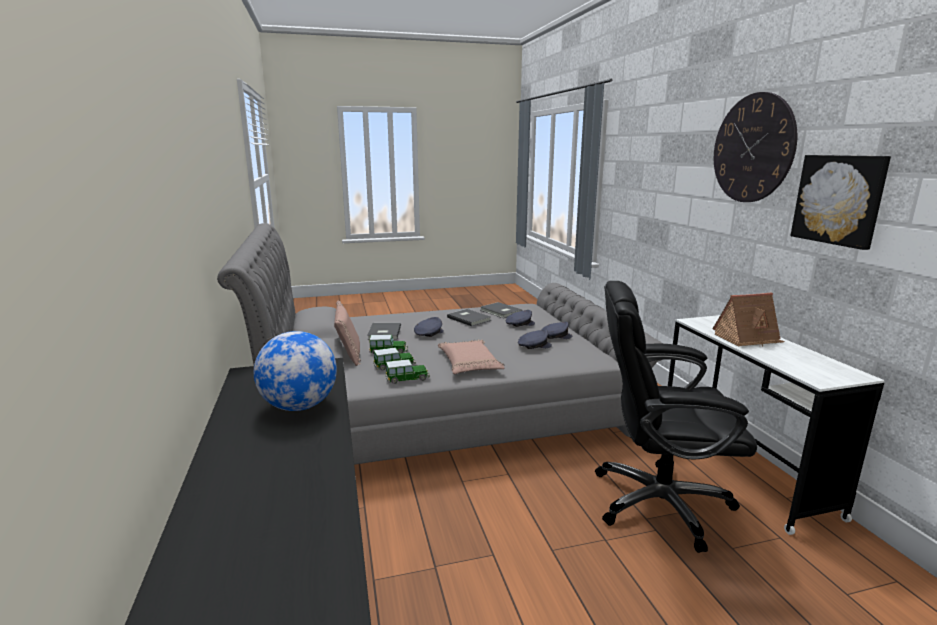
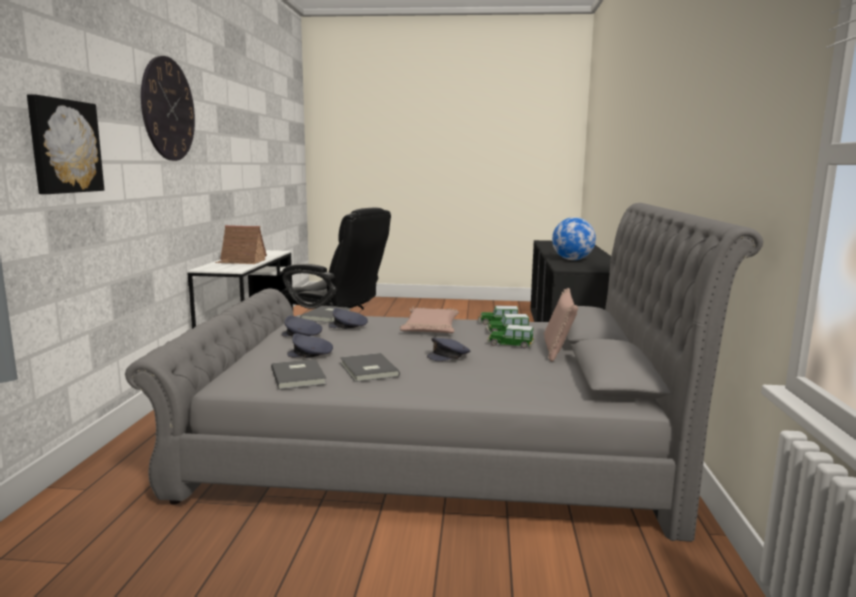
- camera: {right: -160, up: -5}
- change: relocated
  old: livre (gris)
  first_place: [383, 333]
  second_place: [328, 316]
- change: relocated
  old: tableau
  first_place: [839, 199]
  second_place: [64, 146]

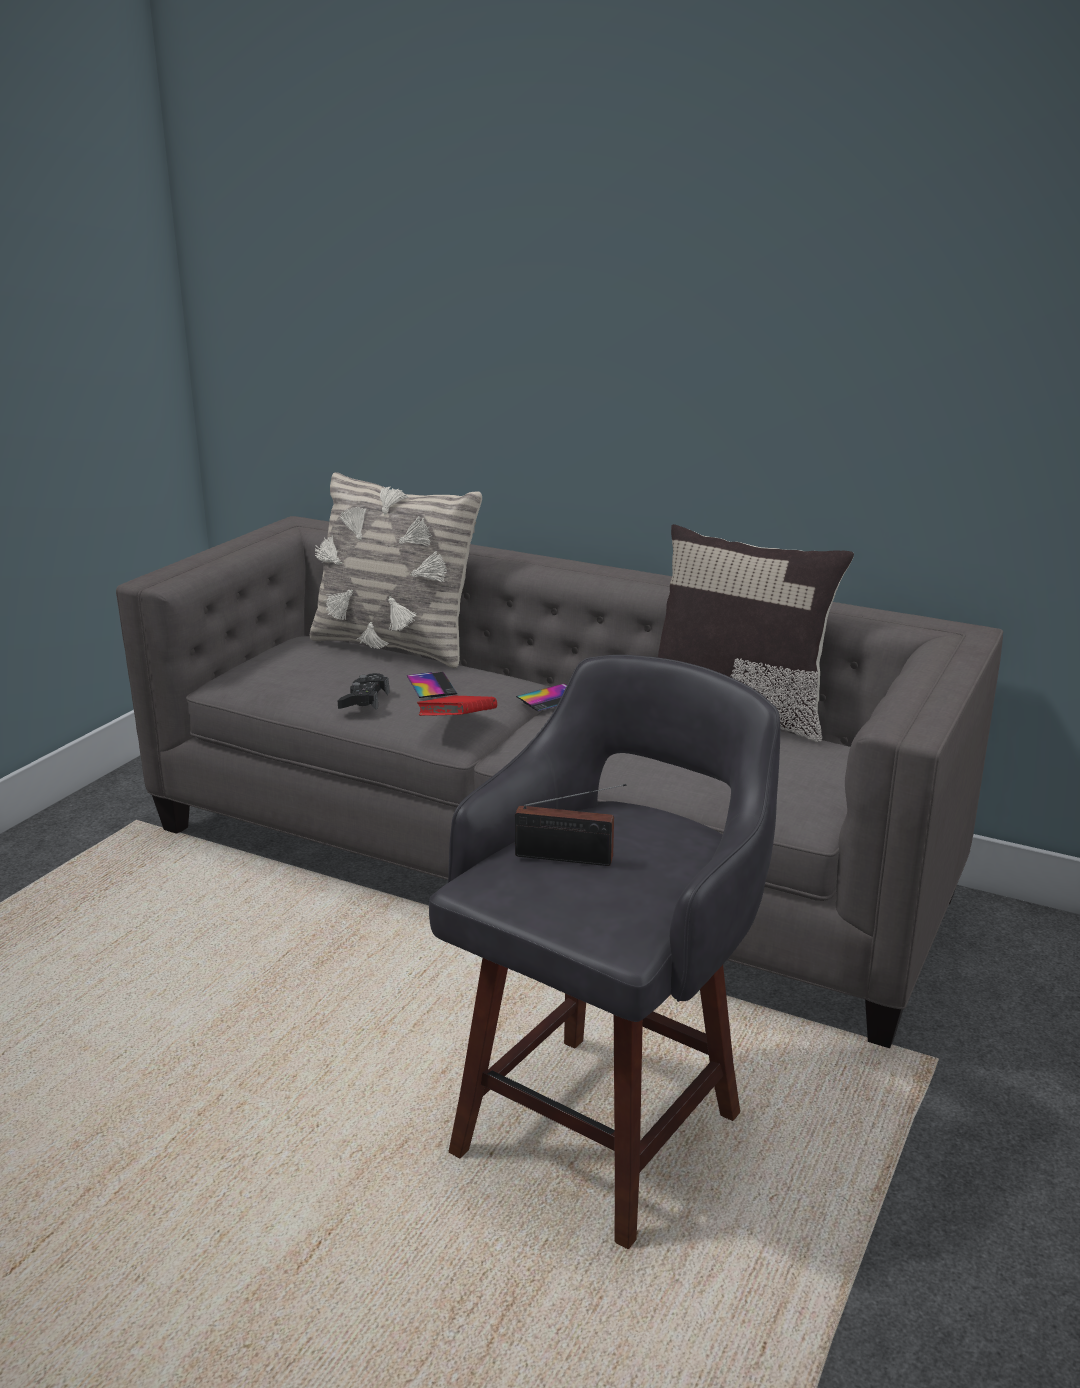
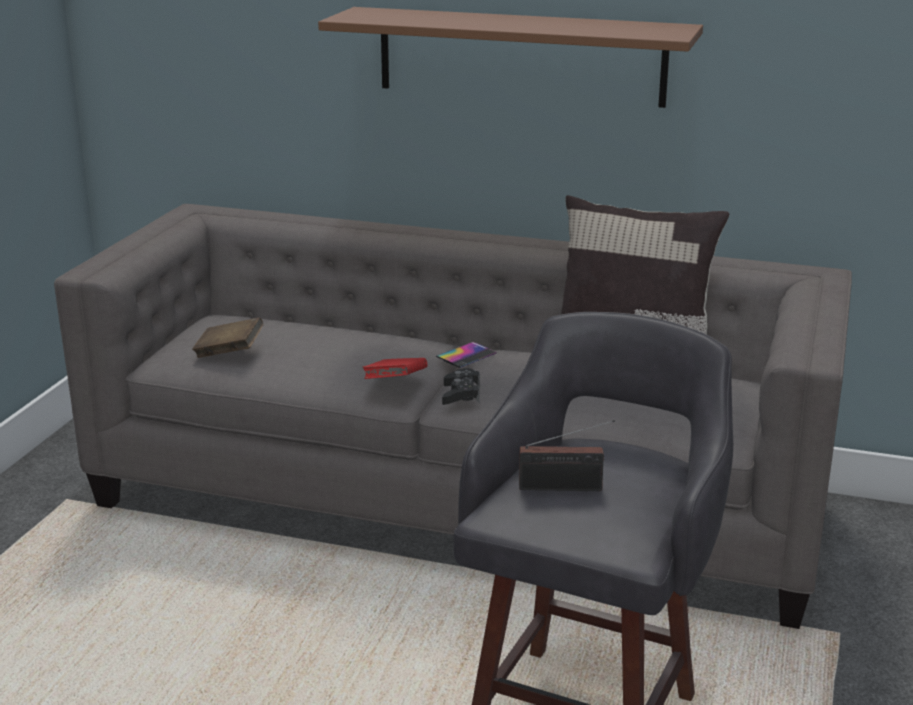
- camera: {right: -10, up: 0}
- change: missing
  old: coussin (beige)
  first_place: [394, 647]
- change: missing
  old: téléphone
  first_place: [431, 685]
- change: appeared
  new: livre (marron)
  second_place: [229, 353]
- change: appeared
  new: étagère (marron)
  second_place: [520, 56]
- change: relocated
  old: manette (noir)
  first_place: [364, 700]
  second_place: [461, 394]

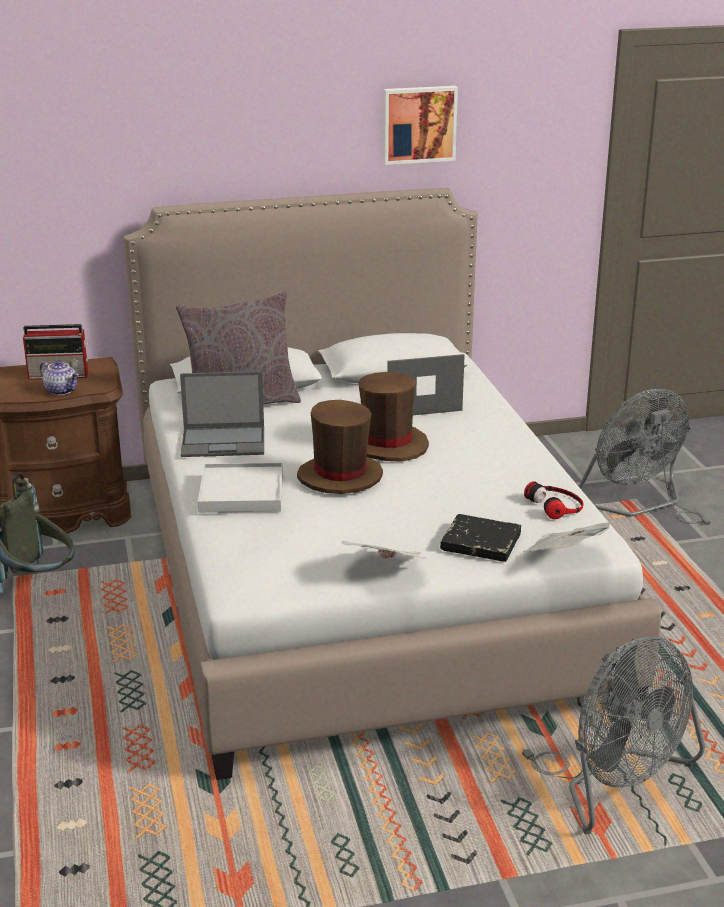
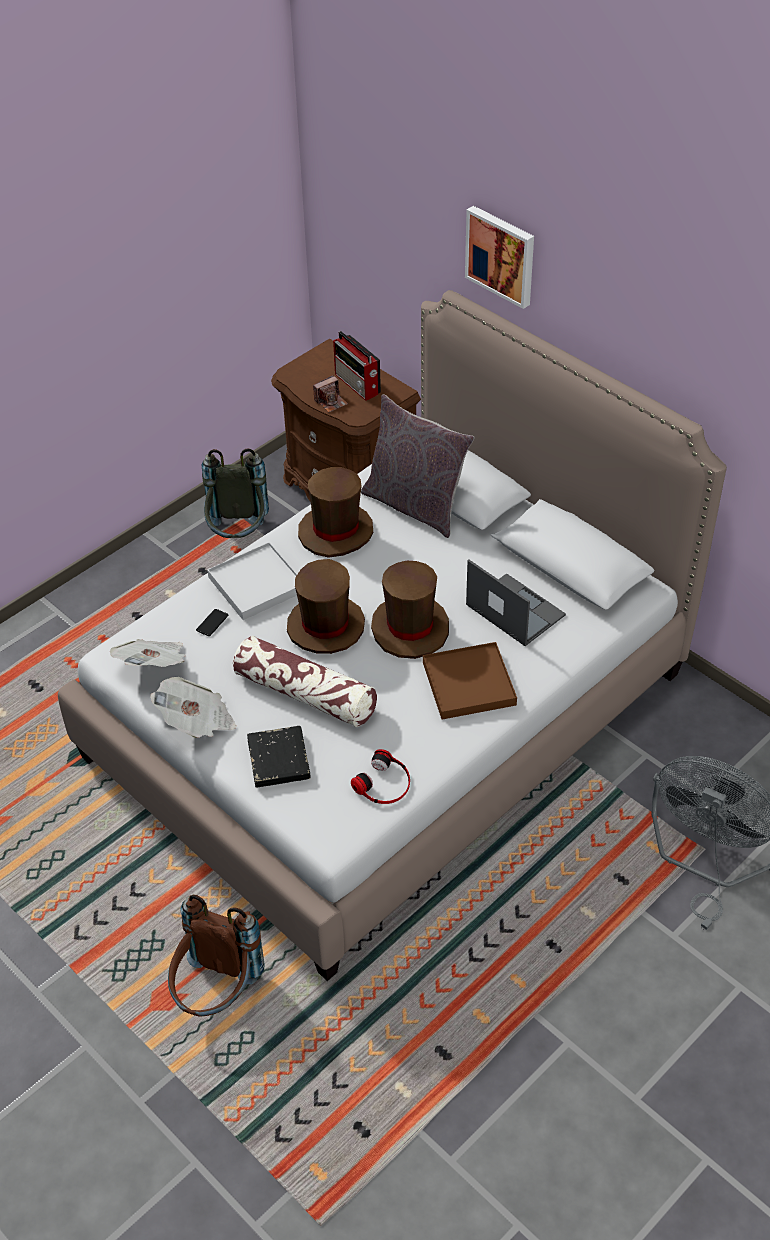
- camera: {right: 60, up: 20}
- change: appeared
  new: téléphone
  second_place: [212, 623]
- change: appeared
  new: coussin
  second_place: [305, 694]
- change: appeared
  new: plateau (marron)
  second_place: [468, 684]
- change: relocated
  old: tableau
  first_place: [418, 124]
  second_place: [501, 255]
- change: relocated
  old: journal
  first_place: [565, 557]
  second_place: [154, 666]
- change: exchanged
  old: théière
  new: appareil photo
  first_place: [62, 390]
  second_place: [331, 402]
- change: exchanged
  old: ordinateur portable
  new: chapeau (marron)
  first_place: [224, 442]
  second_place: [336, 532]
- change: exchanged
  old: ventilateur (gris)
  new: sac à dos (marron)
  first_place: [611, 784]
  second_place: [216, 994]

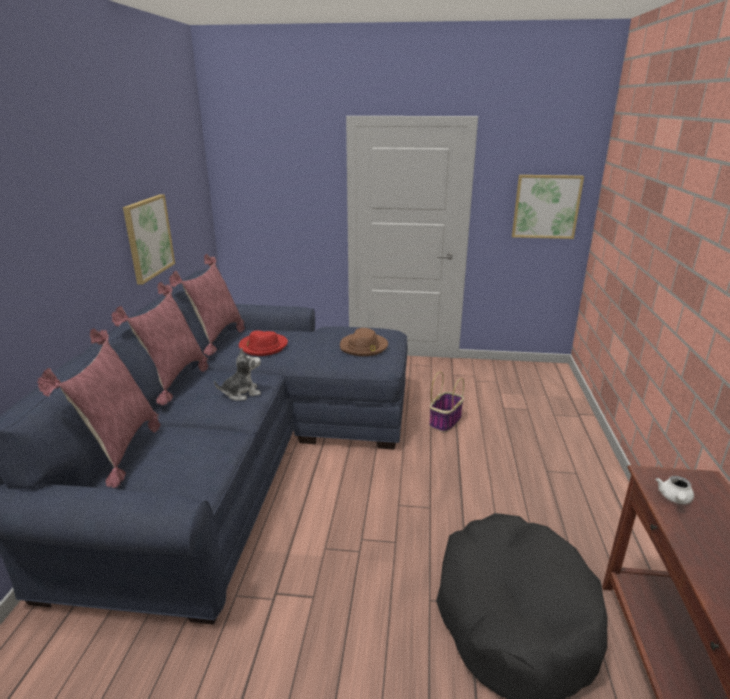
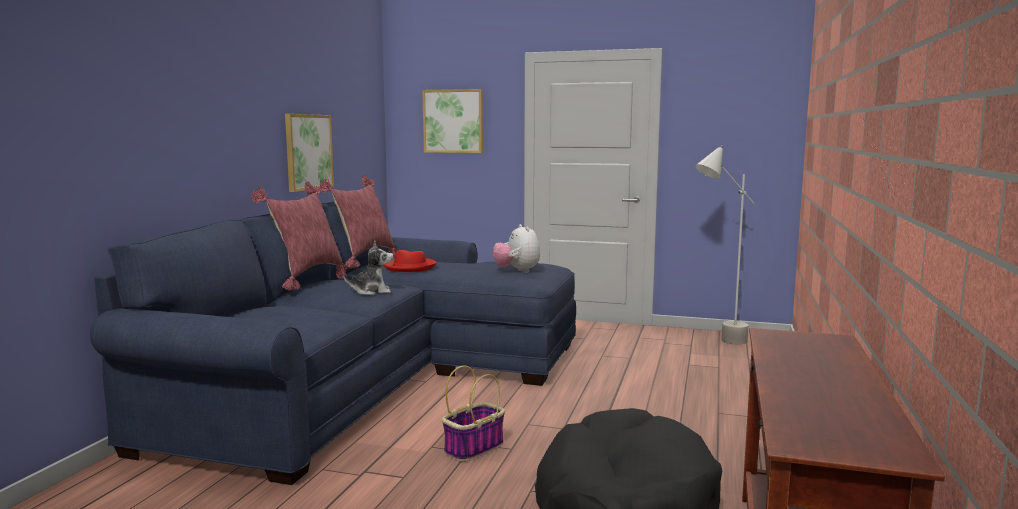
- camera: {right: 10, up: -15}
- change: missing
  old: coussin (rouge)
  first_place: [119, 456]
- change: missing
  old: théière (blanc)
  first_place: [674, 499]
- change: appeared
  new: lampadaire (gris)
  second_place: [718, 343]
- change: relocated
  old: panier
  first_place: [445, 421]
  second_place: [474, 448]
- change: relocated
  old: tableau
  first_place: [546, 206]
  second_place: [453, 121]
- change: exchanged
  old: chapeau (marron)
  new: peluche
  first_place: [364, 347]
  second_place: [517, 271]

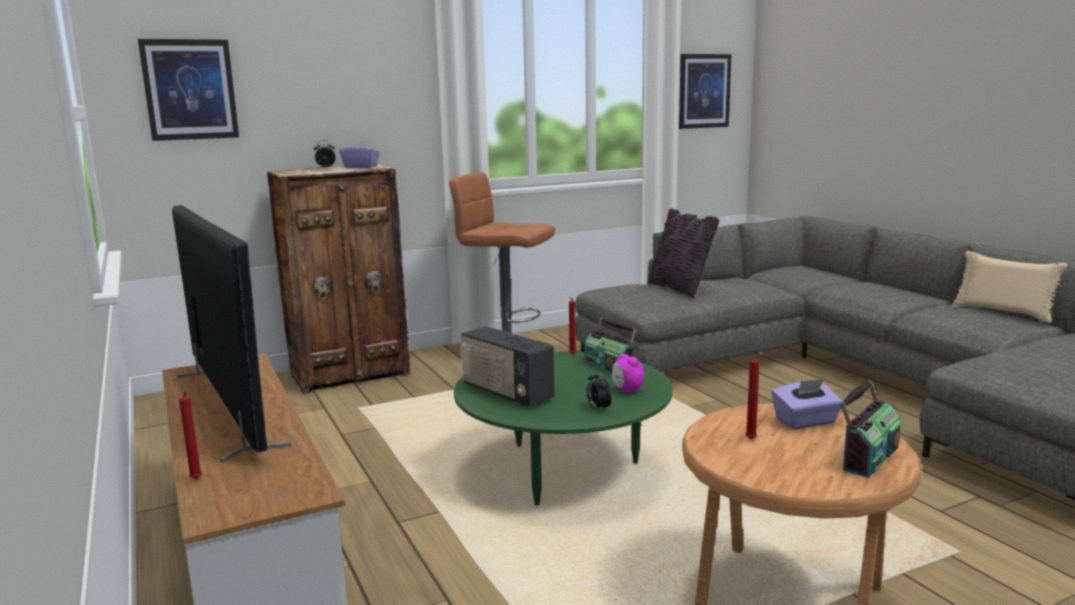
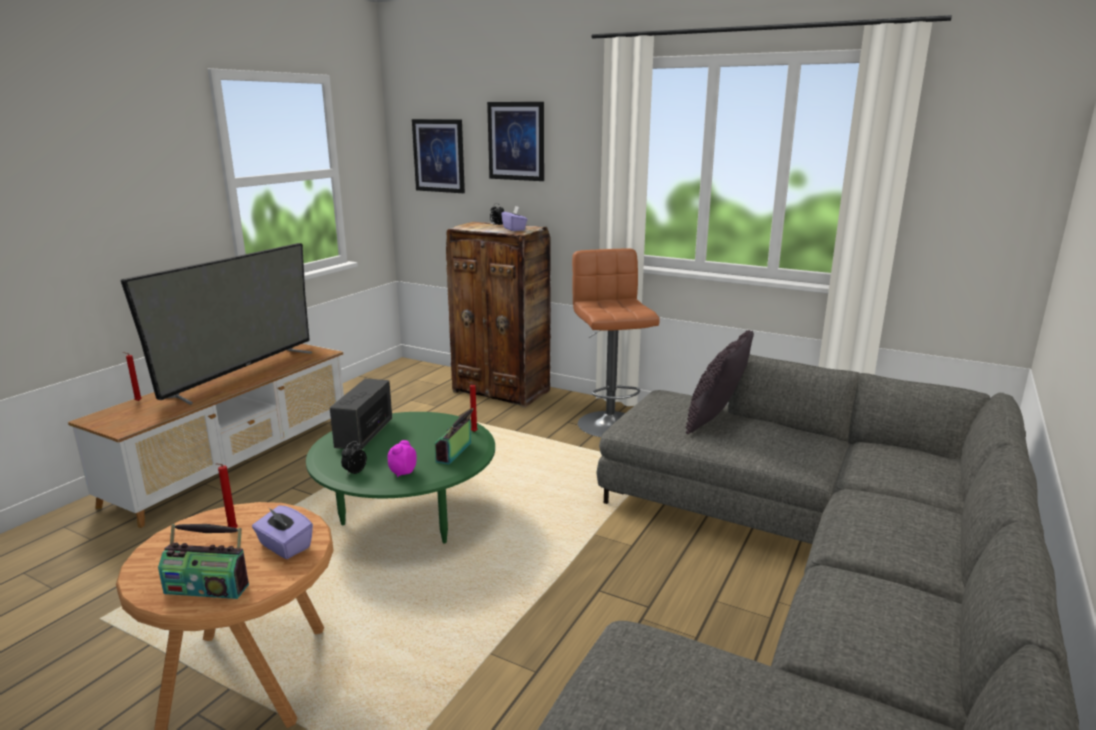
- camera: {right: 55, up: 5}
- change: missing
  old: coussin (beige)
  first_place: [1002, 313]
- change: relocated
  old: tableau
  first_place: [704, 91]
  second_place: [516, 141]

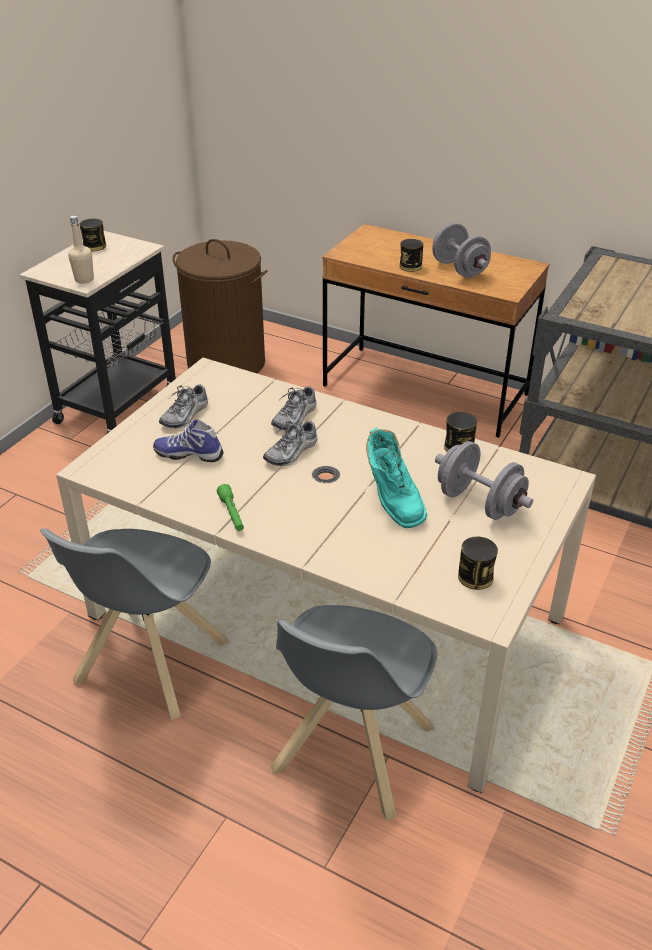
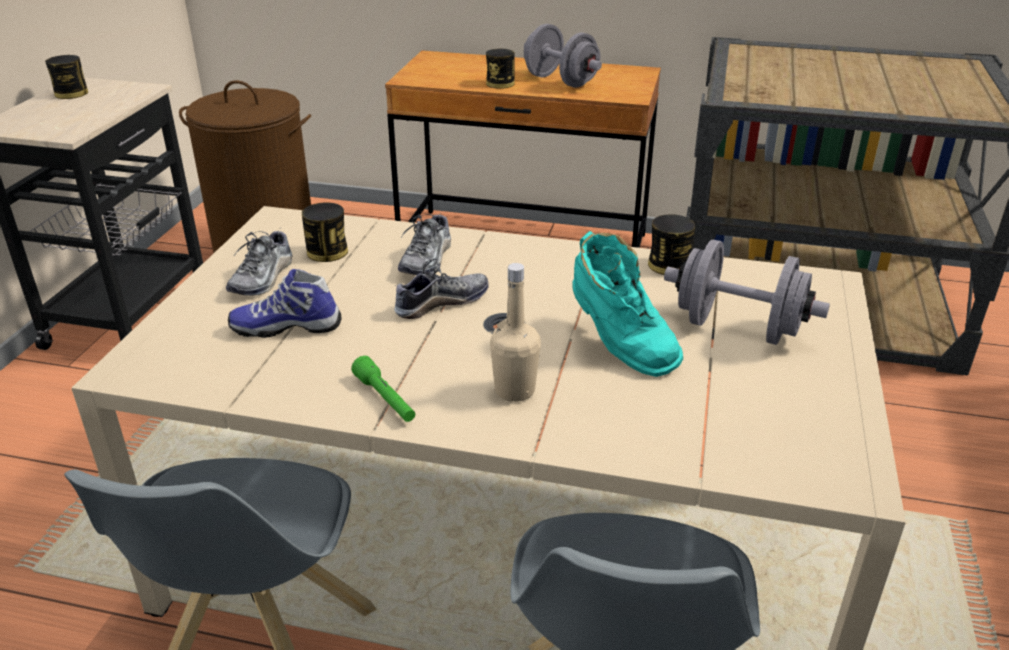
- camera: {right: -15, up: -5}
- change: relocated
  old: bouteille (beige)
  first_place: [84, 279]
  second_place: [514, 390]
- change: relocated
  old: boîte métallique
  first_place: [475, 577]
  second_place: [327, 252]
- change: spun
  old: chaussure
  first_place: [291, 452]
  second_place: [441, 303]
  degrees: -150

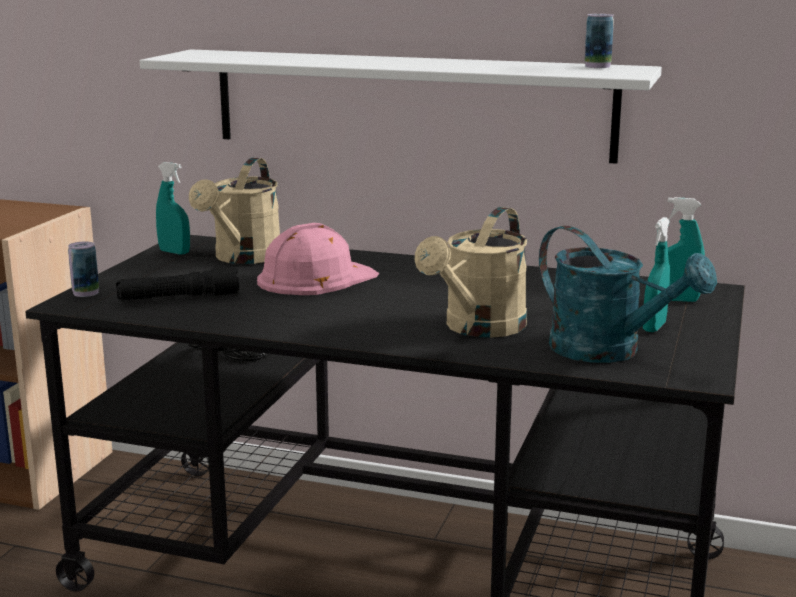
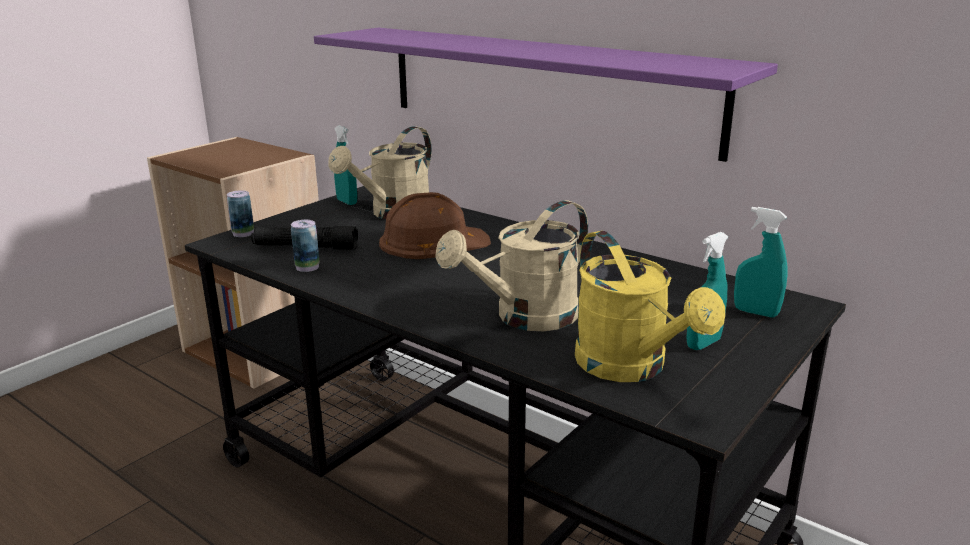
- camera: {right: 20, up: 5}
- change: relocated
  old: boîte métallique
  first_place: [597, 66]
  second_place: [307, 267]
- change: colour
  old: étagère (blanc)
  new: étagère (violet)
  first_place: [410, 104]
  second_place: [543, 87]
- change: colour
  old: casque de chantier (rose)
  new: casque de chantier (marron)
  first_place: [315, 278]
  second_place: [433, 241]
- change: colour
  old: arrosoir (turquoise)
  new: arrosoir (jaune)
  first_place: [609, 352]
  second_place: [630, 368]

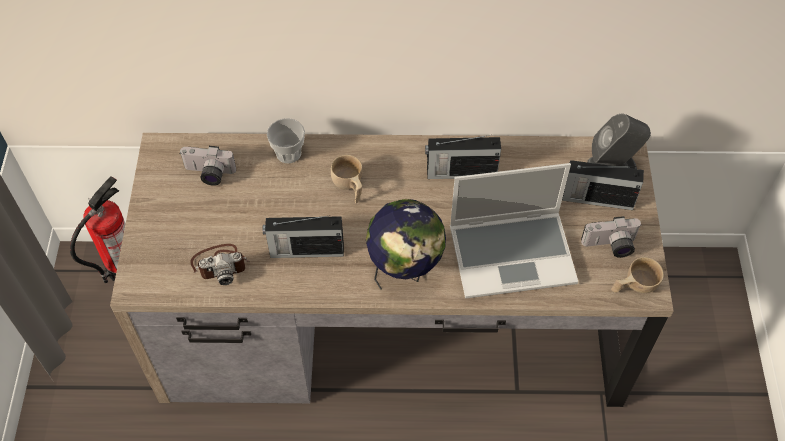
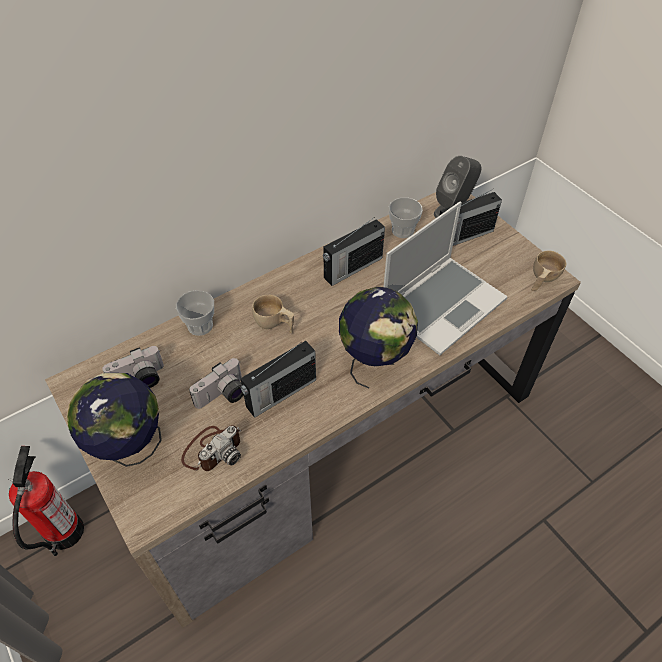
- camera: {right: -35, up: -5}
- change: appeared
  new: globe
  second_place: [130, 448]
- change: appeared
  new: tasse
  second_place: [402, 230]
- change: relocated
  old: appareil photo
  first_place: [610, 246]
  second_place: [223, 396]

